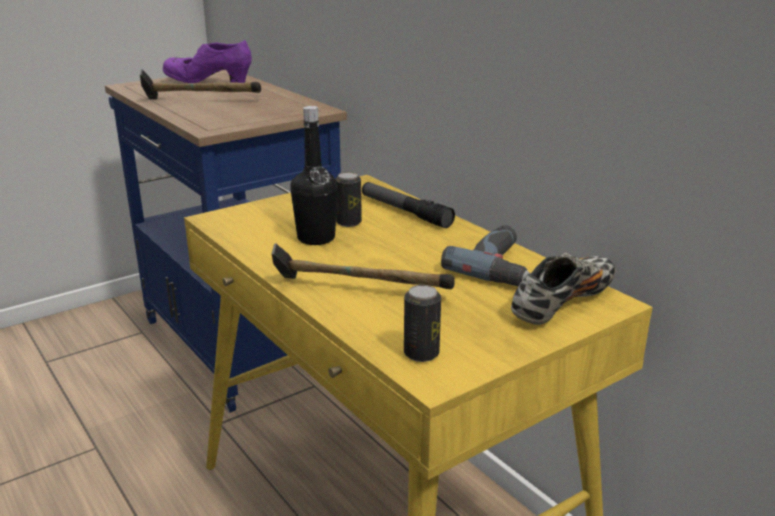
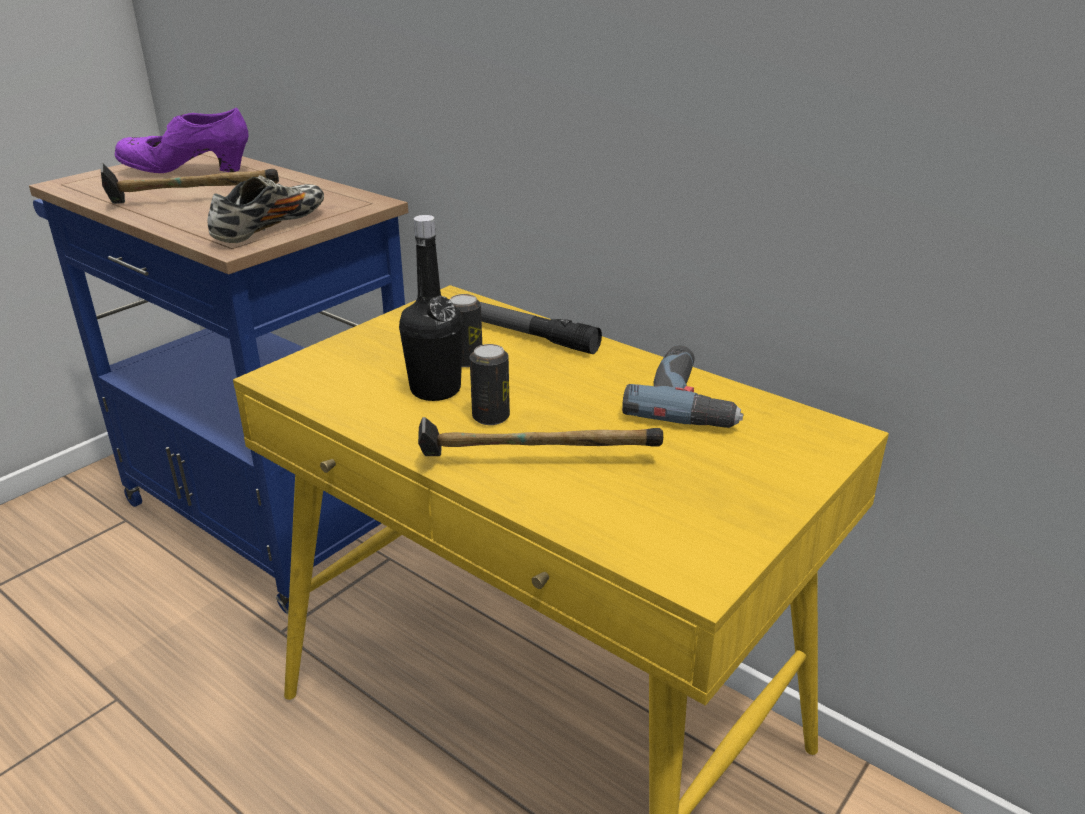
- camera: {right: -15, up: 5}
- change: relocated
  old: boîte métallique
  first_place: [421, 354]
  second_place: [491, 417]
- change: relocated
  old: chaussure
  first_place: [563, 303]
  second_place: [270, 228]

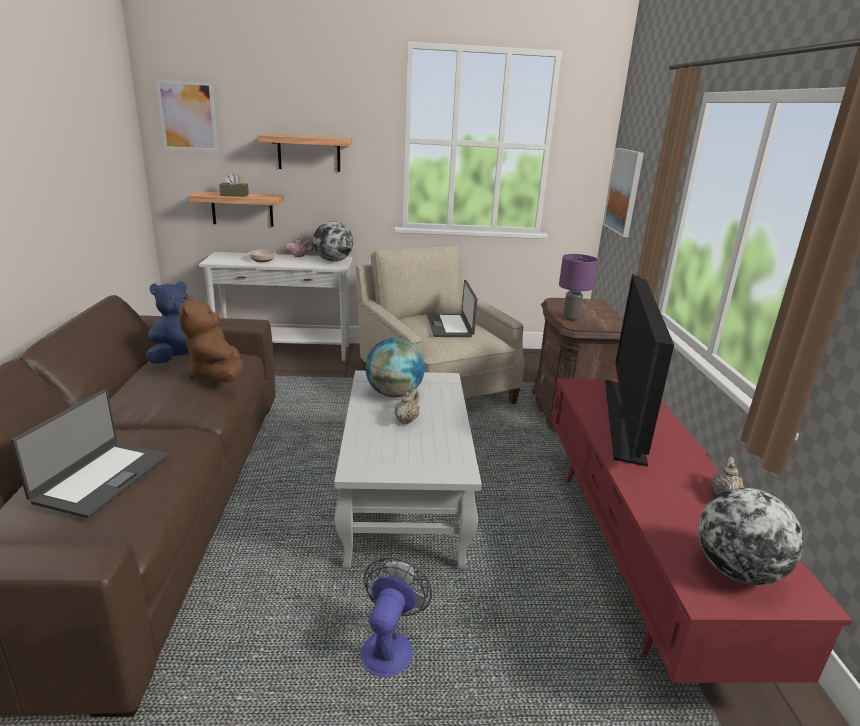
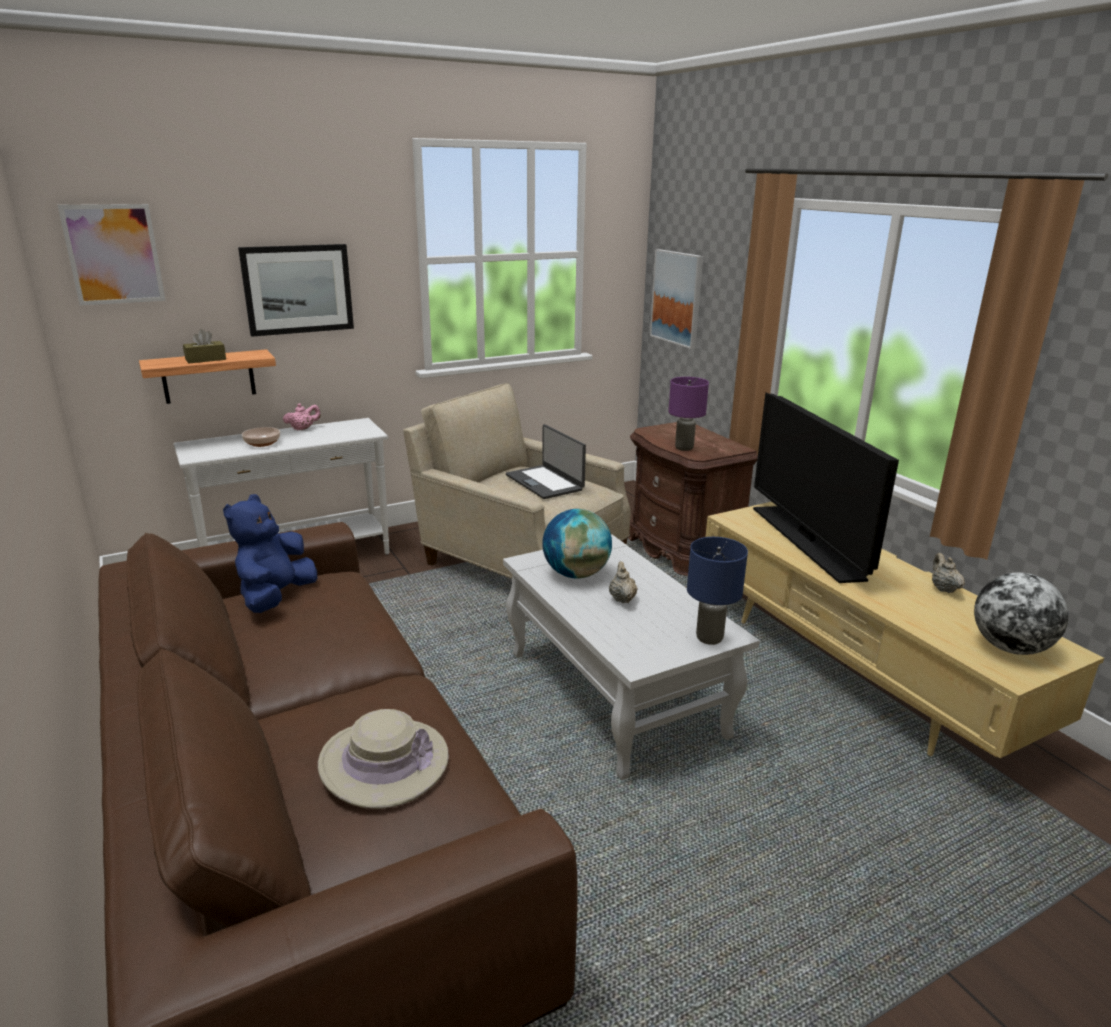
- camera: {right: -25, up: 0}
- change: missing
  old: peluche (marron)
  first_place: [217, 376]
- change: missing
  old: globe
  first_place: [333, 261]
- change: missing
  old: ventilateur
  first_place: [389, 645]
- change: appeared
  new: lampe de table (bleu)
  second_place: [709, 639]
- change: exchanged
  old: ordinateur portable
  new: chapeau (beige)
  first_place: [101, 478]
  second_place: [384, 762]
- change: exchanged
  old: étagère
  new: tableau
  first_place: [309, 153]
  second_place: [298, 289]
- change: colour
  old: meuble télé (rouge)
  new: meuble télé (beige)
  first_place: [640, 554]
  second_place: [856, 670]

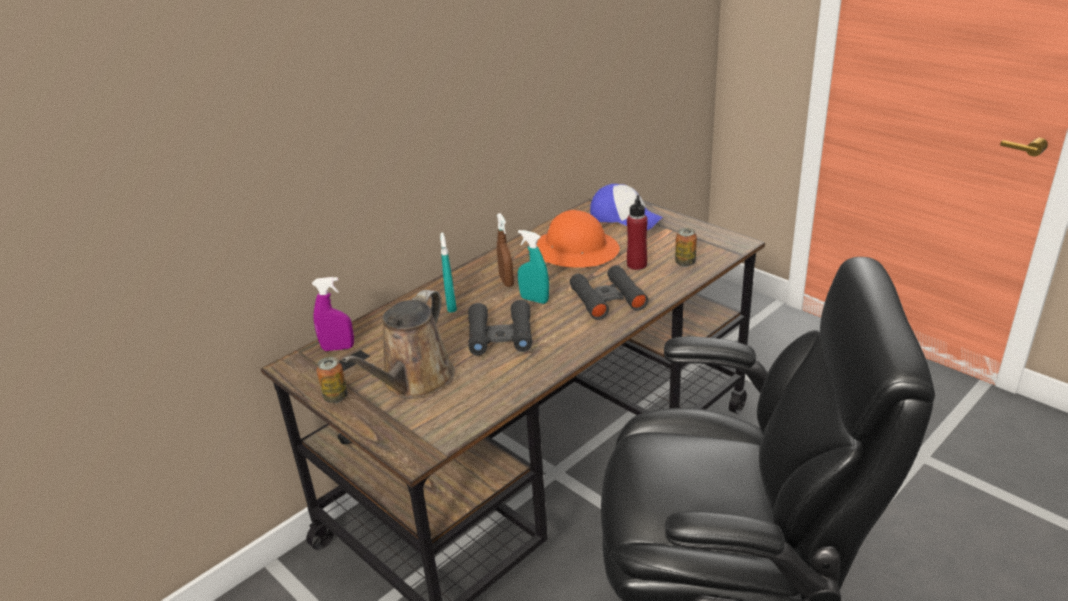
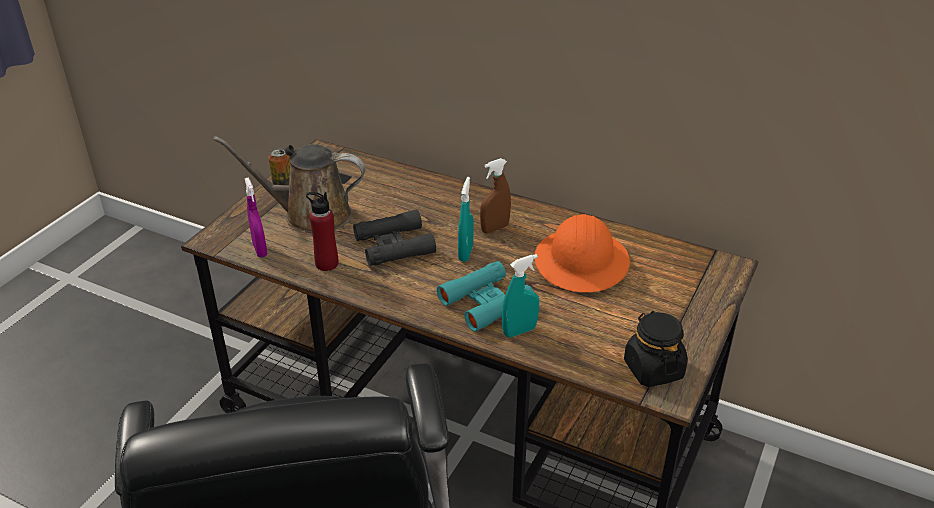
- camera: {right: 70, up: 5}
- change: missing
  old: casquette
  first_place: [625, 218]
- change: missing
  old: boîte métallique
  first_place: [685, 263]
- change: appeared
  new: bocal (noir)
  second_place: [653, 369]
- change: relocated
  old: vaporisateur (violet)
  first_place: [338, 348]
  second_place: [260, 250]
- change: relocated
  old: vaporisateur (turquoise)
  first_place: [451, 305]
  second_place: [519, 331]
- change: relocated
  old: bouteille (rouge)
  first_place: [636, 265]
  second_place: [326, 264]
- change: colour
  old: jumelles (noir)
  new: jumelles (turquoise)
  first_place: [607, 299]
  second_place: [486, 302]

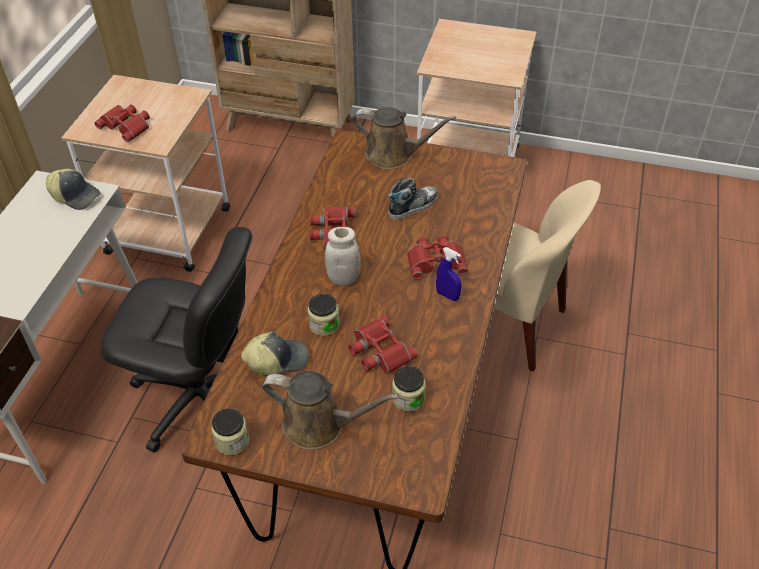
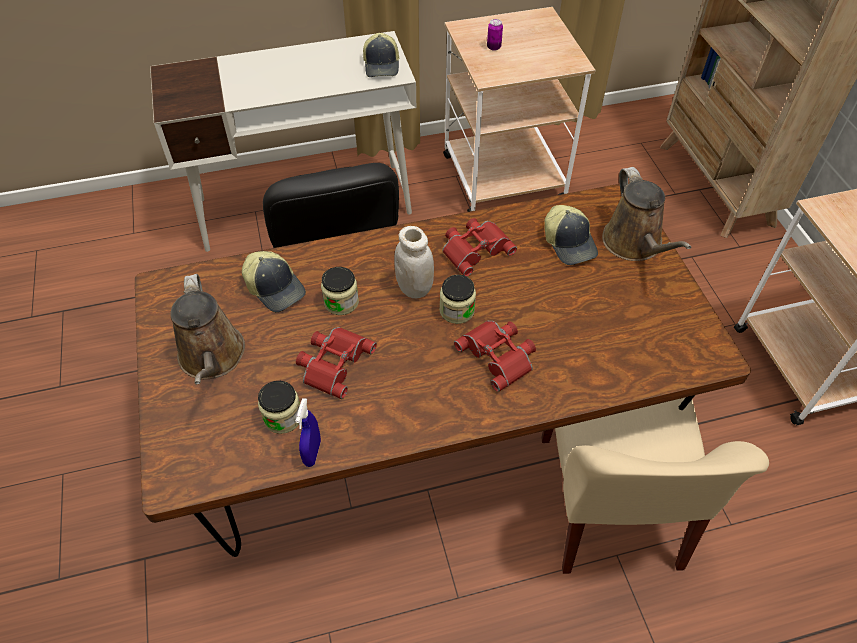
- camera: {right: 60, up: 5}
- change: missing
  old: chaussure
  first_place: [413, 206]
- change: appeared
  new: casquette
  second_place: [570, 243]
- change: relocated
  old: bocal
  first_place: [232, 441]
  second_place: [457, 310]
- change: relocated
  old: vaporisateur (bleu)
  first_place: [447, 295]
  second_place: [312, 453]
- change: exchanged
  old: jumelles (rouge)
  new: boîte métallique
  first_place: [127, 125]
  second_place: [494, 47]

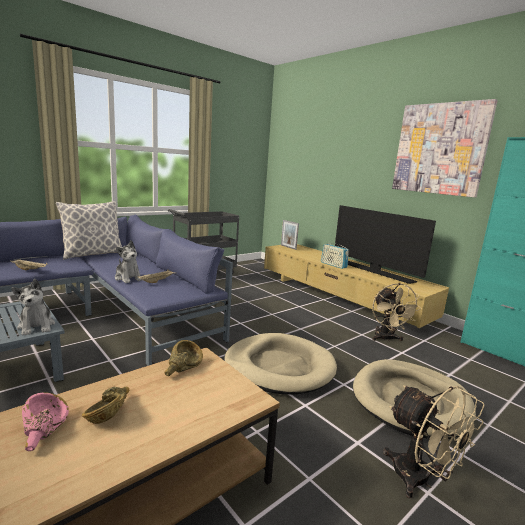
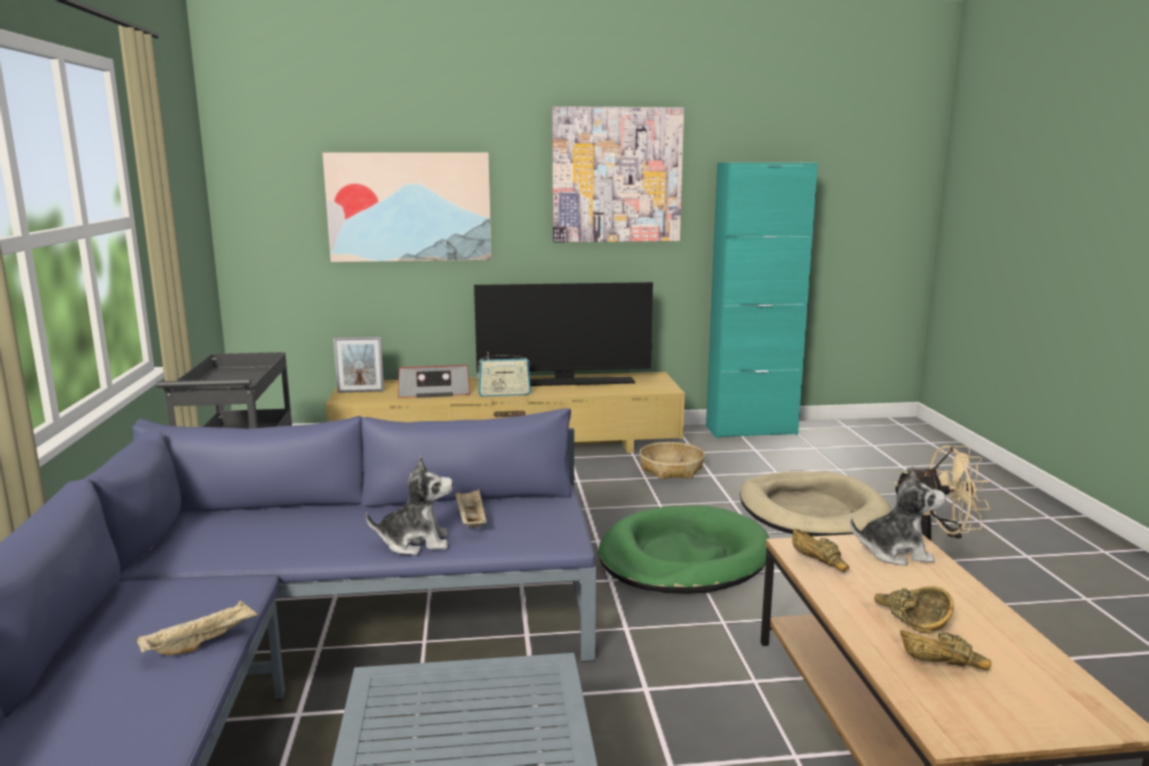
- camera: {right: -55, up: 0}
- change: missing
  old: coussin
  first_place: [92, 254]
- change: appeared
  new: tableau
  second_place: [409, 207]
- change: appeared
  new: radio
  second_place: [434, 392]
- change: relocated
  old: peluche
  first_place: [36, 326]
  second_place: [895, 553]
- change: exchanged
  old: ventilateur (beige)
  new: panier
  first_place: [386, 339]
  second_place: [671, 469]
- change: colour
  old: bol (rose)
  new: bol (marron)
  first_place: [45, 431]
  second_place: [942, 663]
- change: colour
  old: panier pour chien (beige)
  new: panier pour chien (vert)
  first_place: [279, 367]
  second_place: [683, 557]

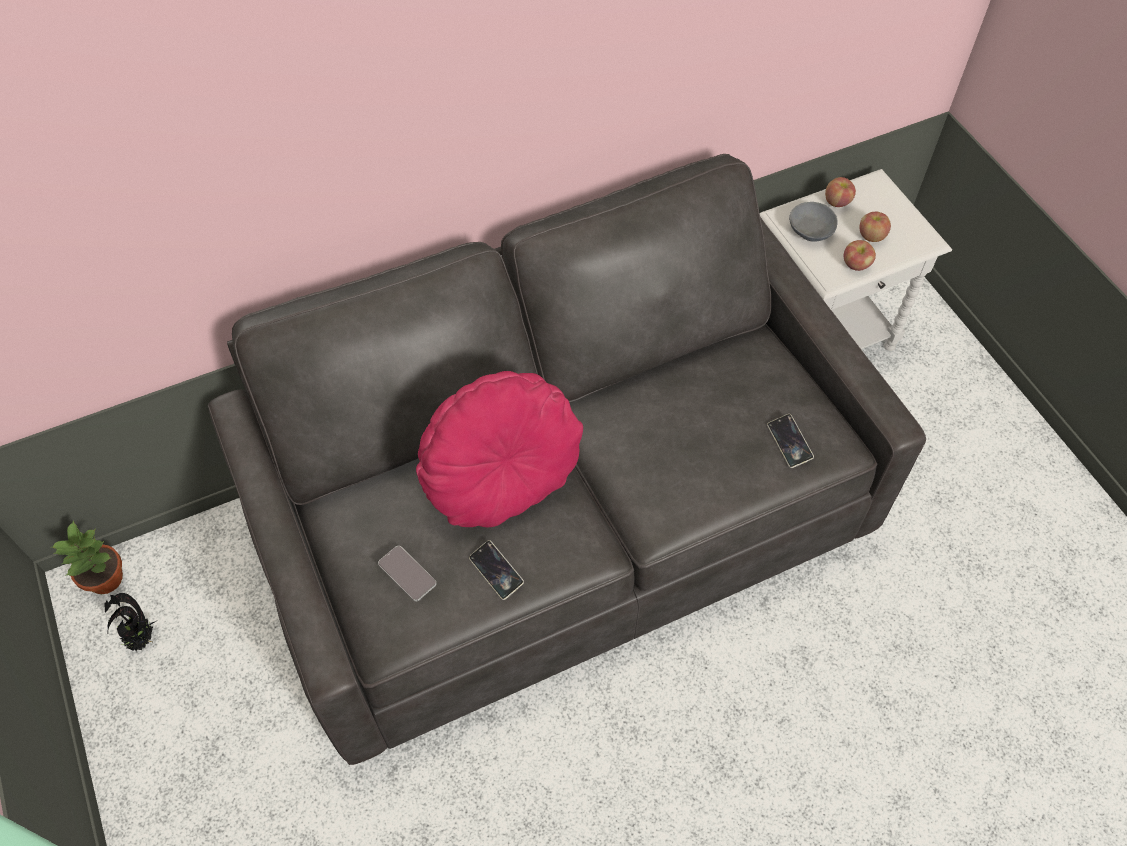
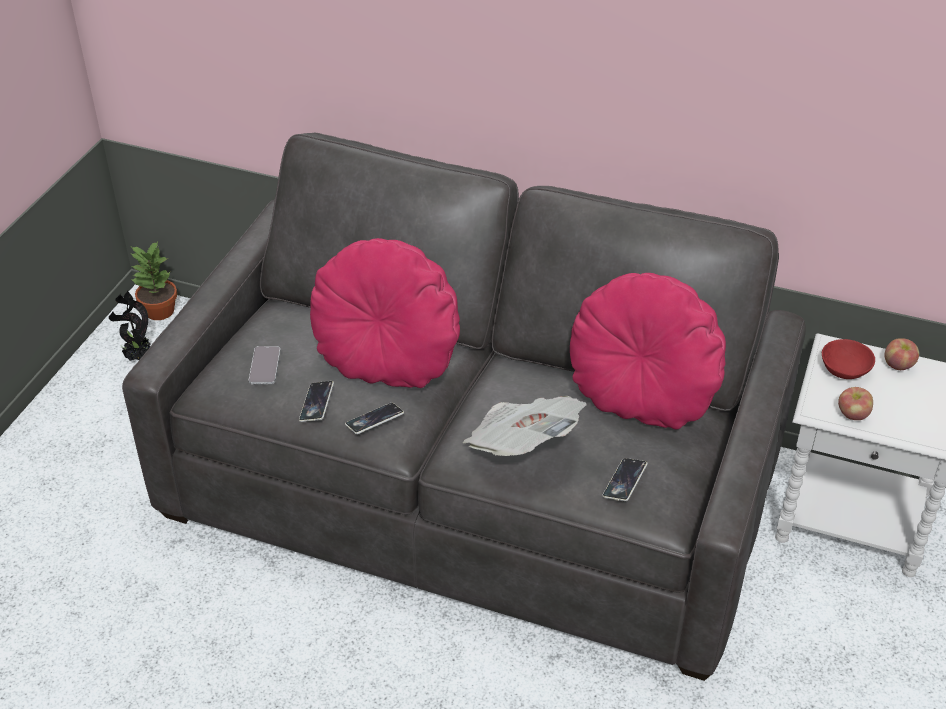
- camera: {right: 45, up: -15}
- change: missing
  old: pomme
  first_place: [871, 236]
- change: appeared
  new: téléphone
  second_place: [374, 421]
- change: appeared
  new: journal
  second_place: [522, 445]
- change: appeared
  new: coussin (rose)
  second_place: [641, 403]
- change: colour
  old: bol (gris)
  new: bol (rouge)
  first_place: [812, 231]
  second_place: [845, 370]

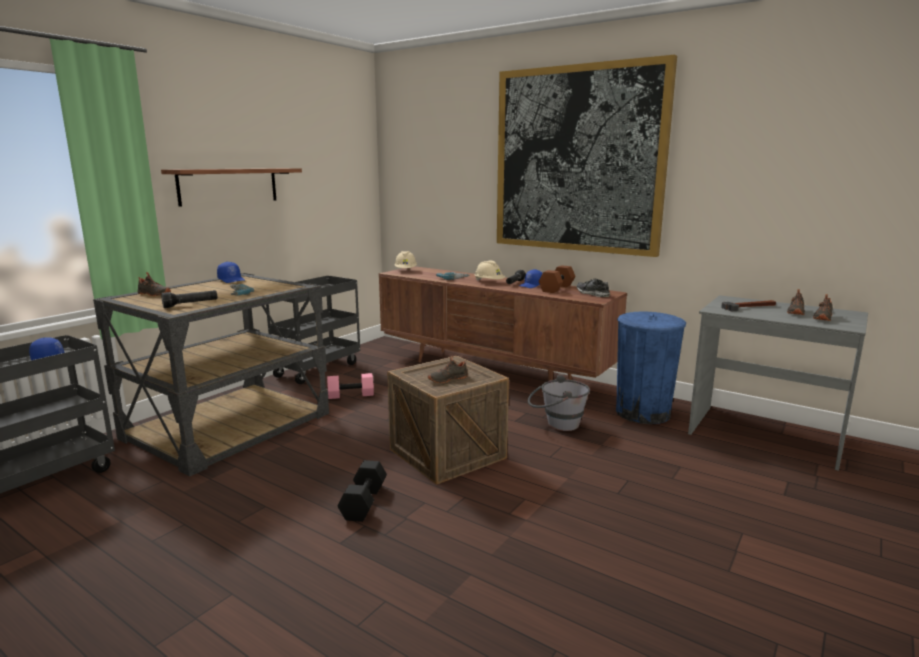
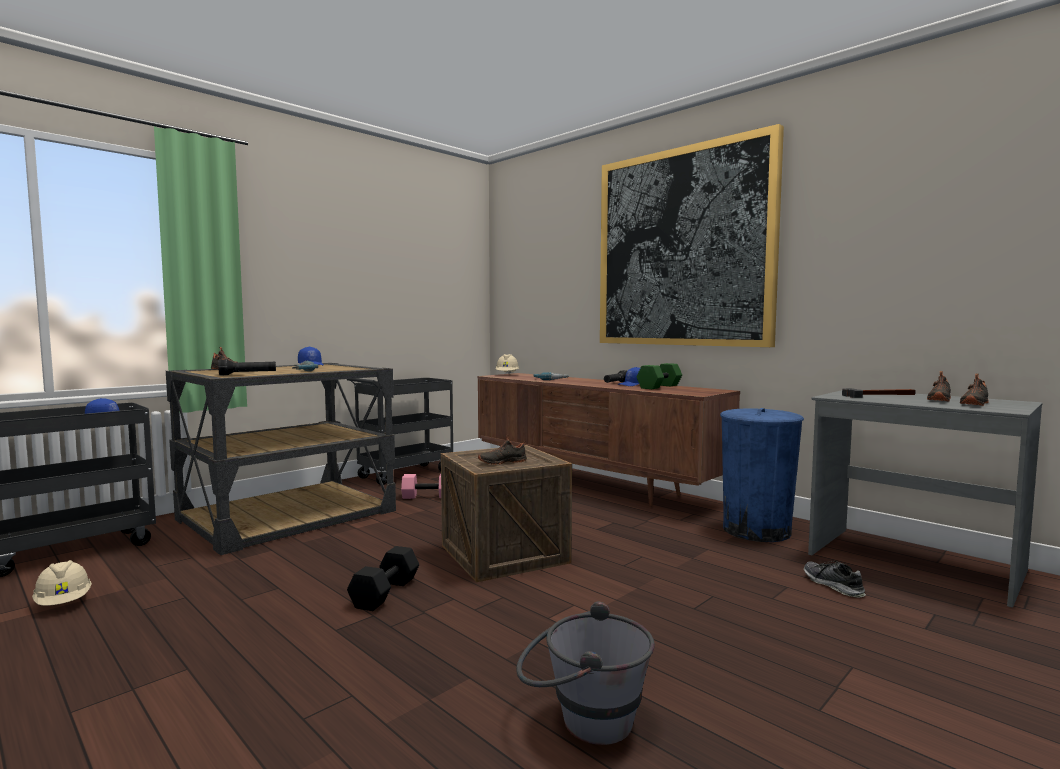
- camera: {right: 10, up: -10}
- change: missing
  old: étagère
  first_place: [229, 186]
- change: relocated
  old: casque de chantier (beige)
  first_place: [489, 282]
  second_place: [63, 603]
- change: relocated
  old: seau (gris)
  first_place: [556, 424]
  second_place: [582, 720]
- change: relocated
  old: chaussure
  first_place: [592, 294]
  second_place: [833, 585]
- change: colour
  old: haltère (marron)
  new: haltère (vert)
  first_place: [556, 288]
  second_place: [659, 386]

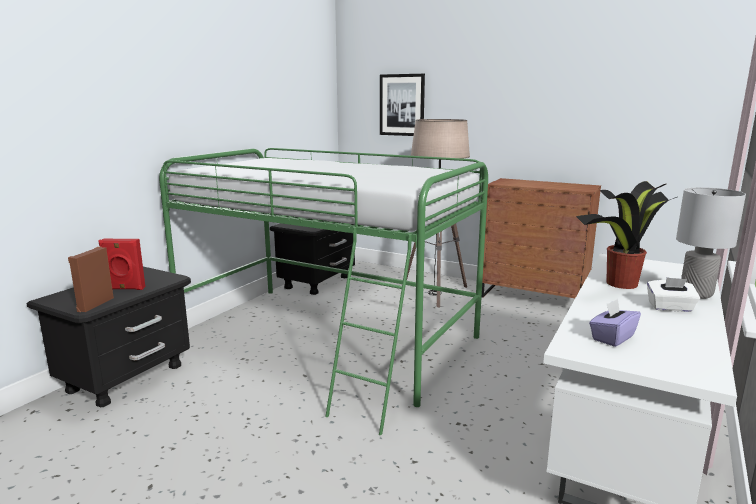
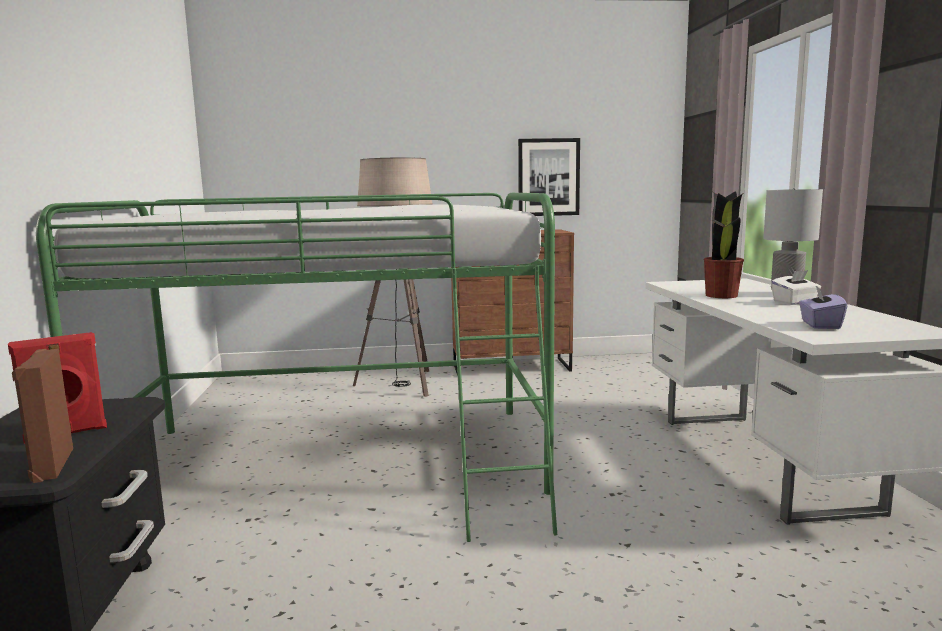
- camera: {right: -35, up: -5}
- change: missing
  old: table de chevet (noir)
  first_place: [319, 282]
- change: relocated
  old: tableau
  first_place: [402, 105]
  second_place: [548, 177]

